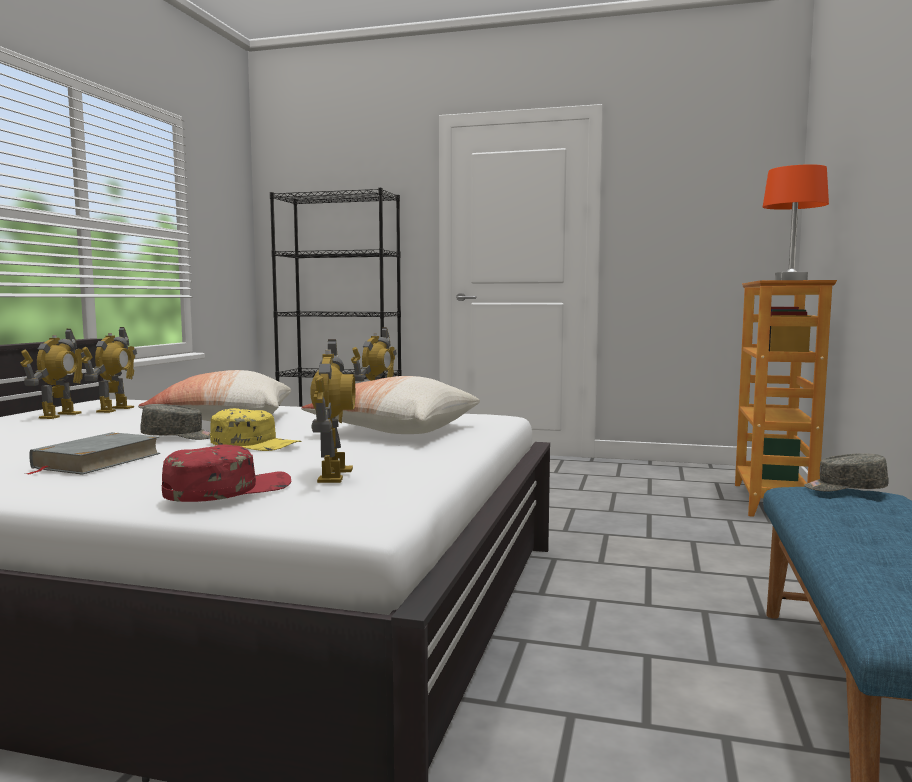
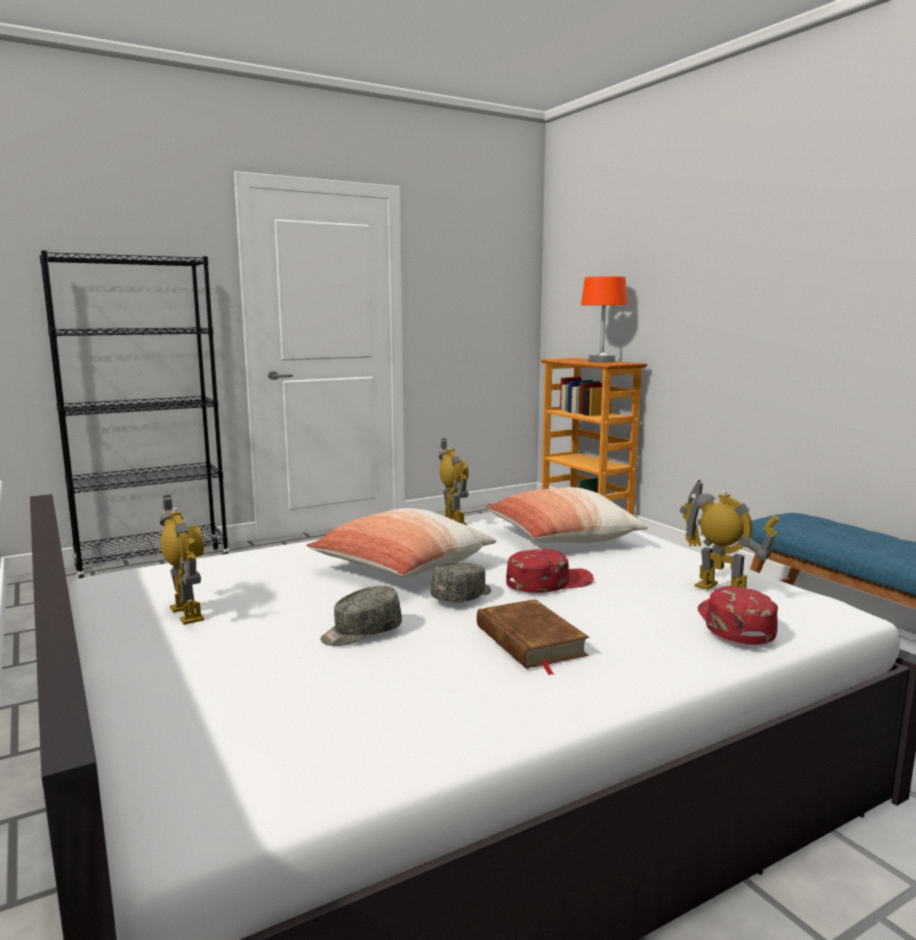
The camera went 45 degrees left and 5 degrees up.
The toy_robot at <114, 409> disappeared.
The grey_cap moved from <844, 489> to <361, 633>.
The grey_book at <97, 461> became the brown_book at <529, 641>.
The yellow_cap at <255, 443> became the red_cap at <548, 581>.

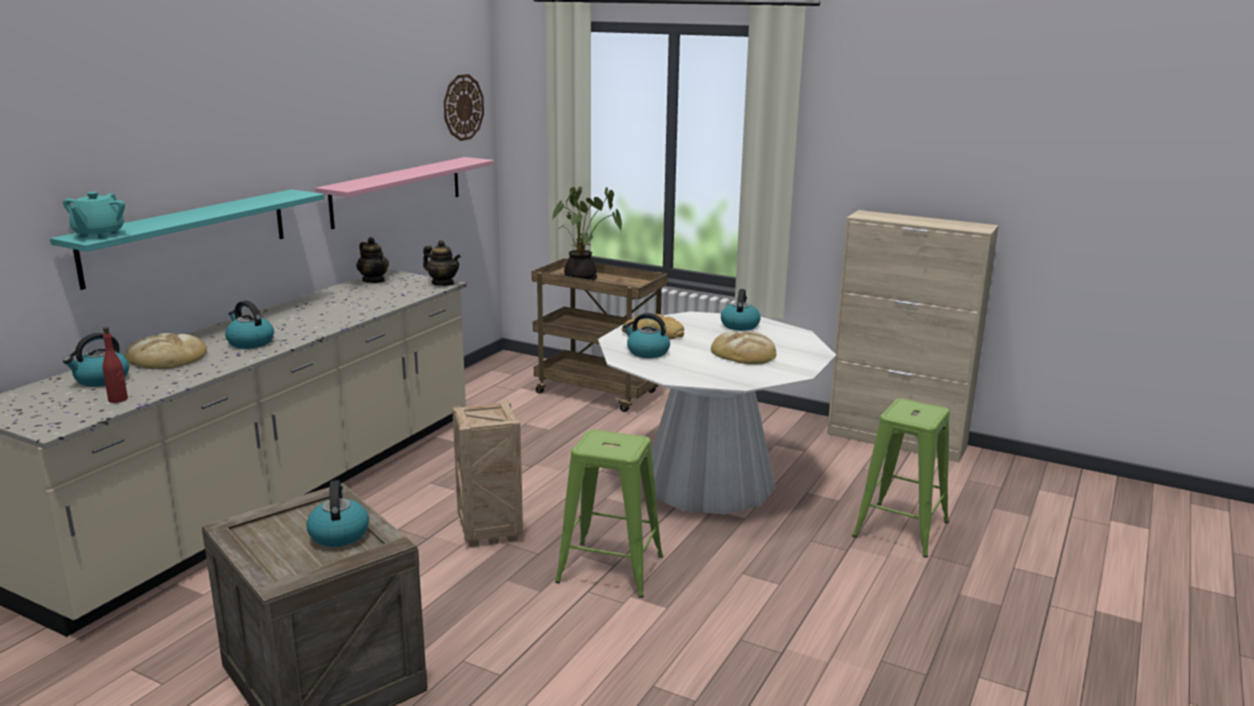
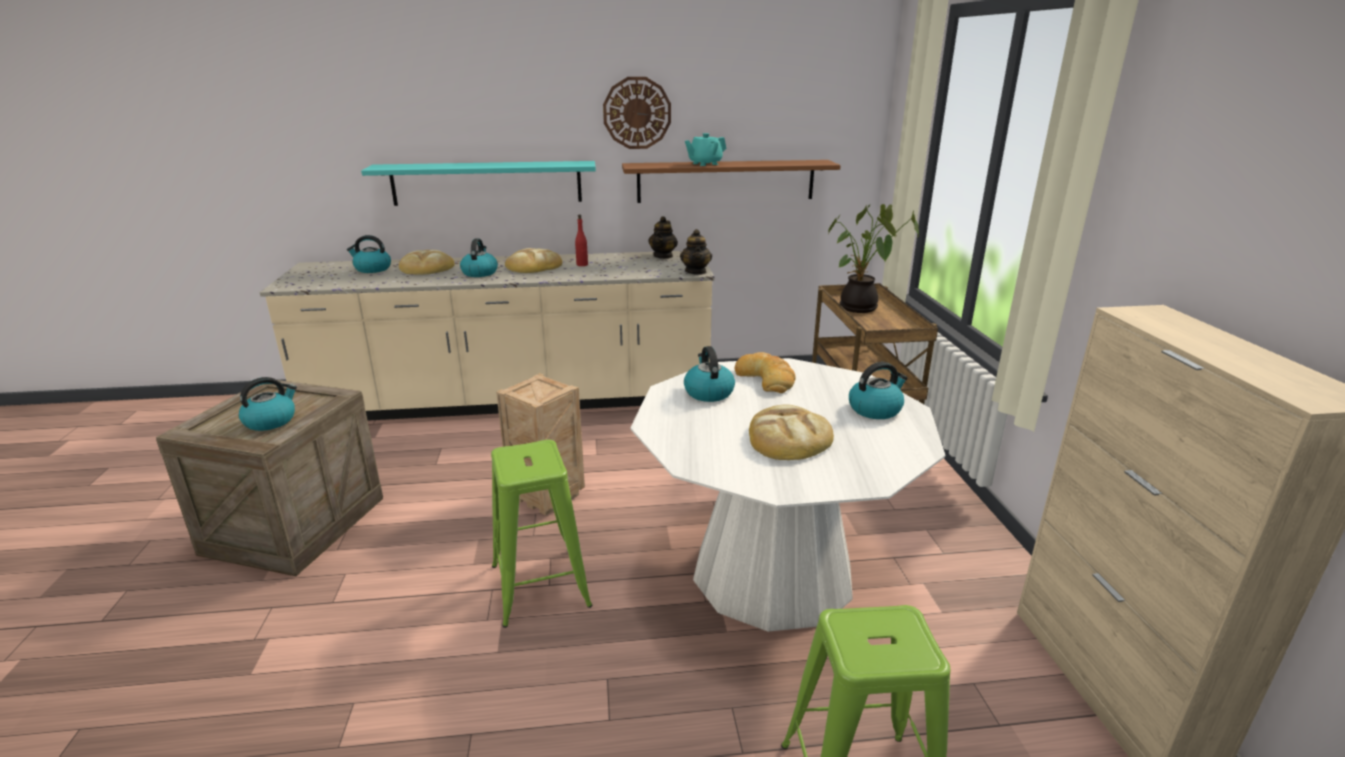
The camera went 55 degrees right and 5 degrees up.
The bread at <533, 266> appeared.
The turquoise_teapot moved from <99, 234> to <705, 164>.
The red_bottle moved from <118, 399> to <582, 264>.
The wall_clock moved from <463, 107> to <637, 113>.
The pink_shelf at <397, 191> became the brown_shelf at <726, 181>.

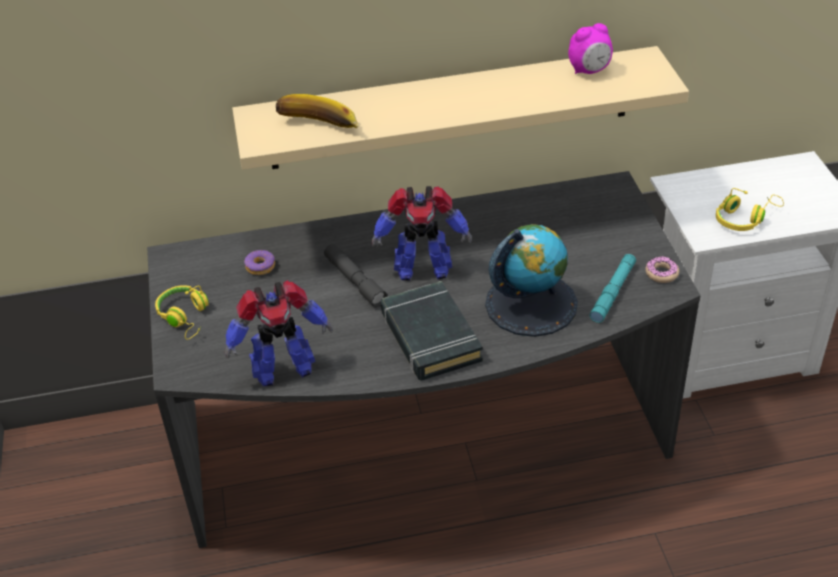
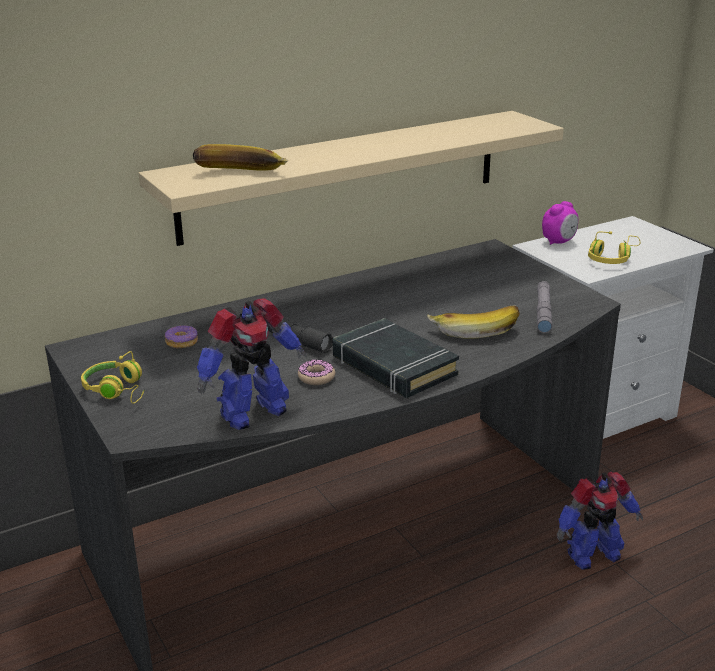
The camera went 20 degrees left and 15 degrees down.
The toy_robot moved from <422, 268> to <592, 555>.
The alarm_clock moved from <589, 71> to <559, 242>.
The donut moved from <661, 273> to <316, 377>.
The globe at <531, 303> was replaced by the banana at <474, 329>.
The turquoise_flashlight at <613, 292> became the grey_flashlight at <543, 312>.

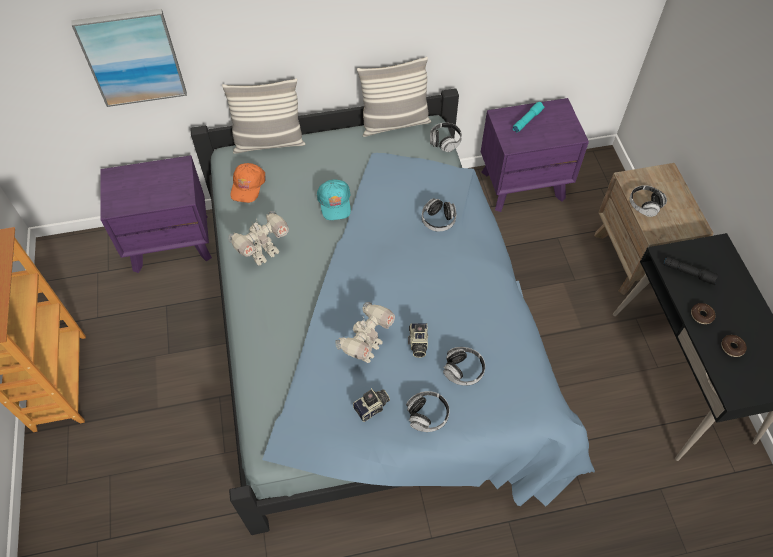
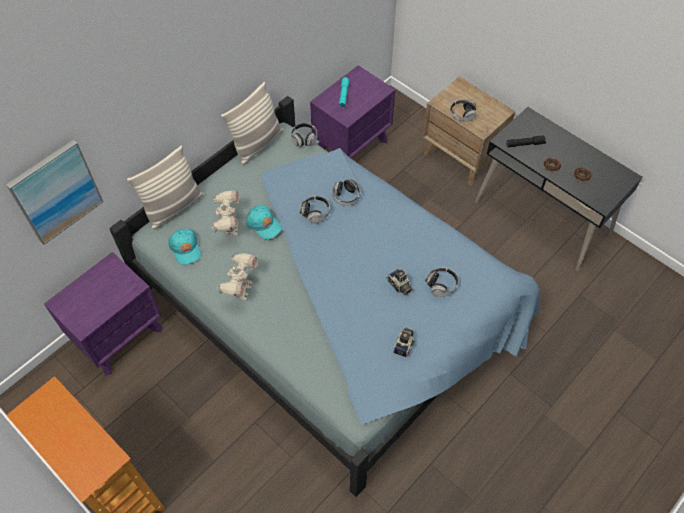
The camera went 35 degrees left and 0 degrees up.
The toy_robot moved from <366, 348> to <229, 227>.
The headphones moved from <427, 415> to <315, 213>.
The orange_cap at <247, 186> became the turquoise_cap at <185, 248>.

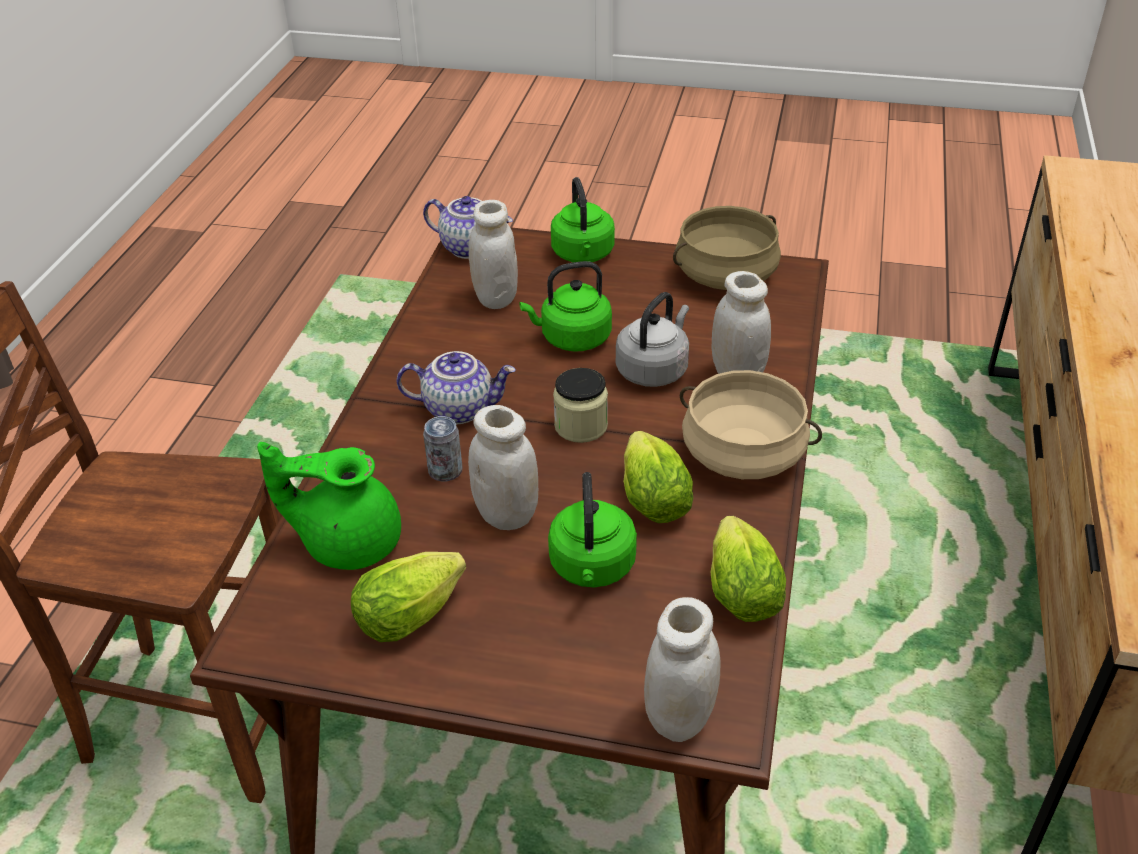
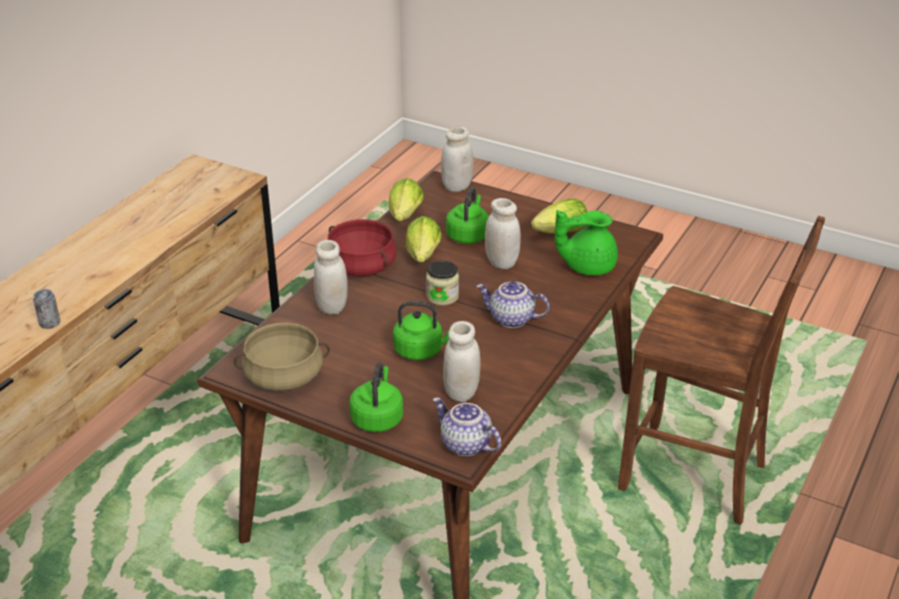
The camera went 165 degrees left and 5 degrees down.
The grey_kettle at <654, 369> disappeared.
The can moved from <445, 471> to <50, 323>.
The beige_cooking_pot at <744, 454> became the red_cooking_pot at <361, 267>.
The green_teapot at <348, 541> turned 150 degrees clockwise.

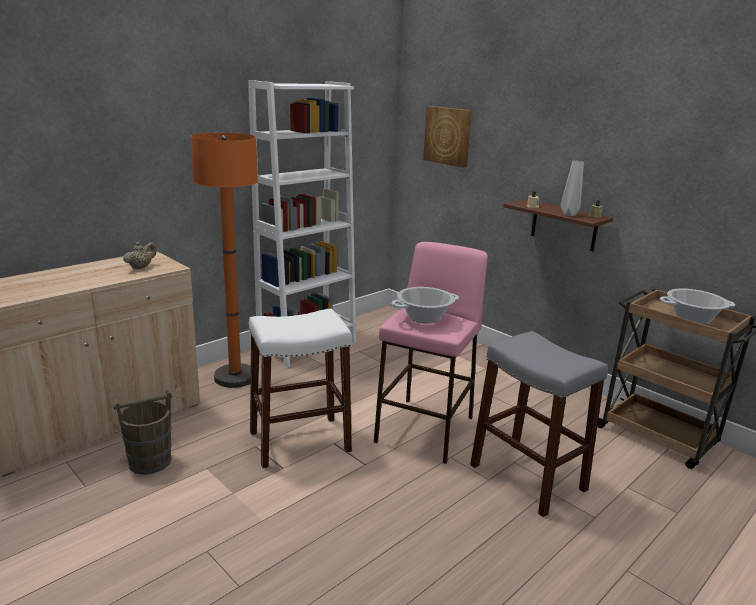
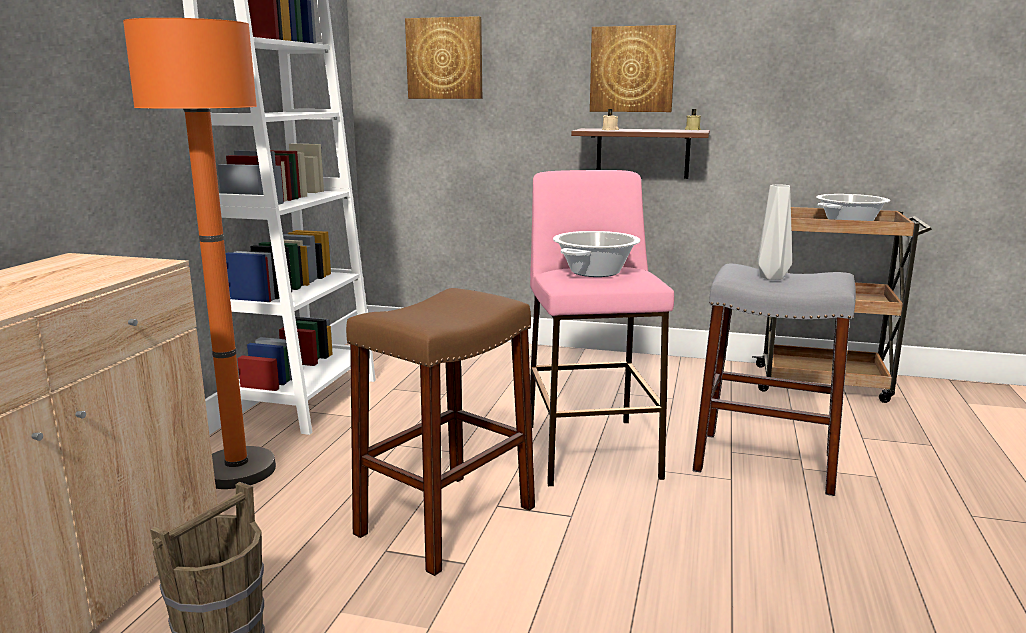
The camera went 30 degrees left and 5 degrees down.
The beige_teapot at <141, 267> disappeared.
The picture at <632, 69> appeared.
The grey_vase moved from <568, 214> to <770, 277>.
The white_stool at <300, 441> became the brown_stool at <447, 520>.

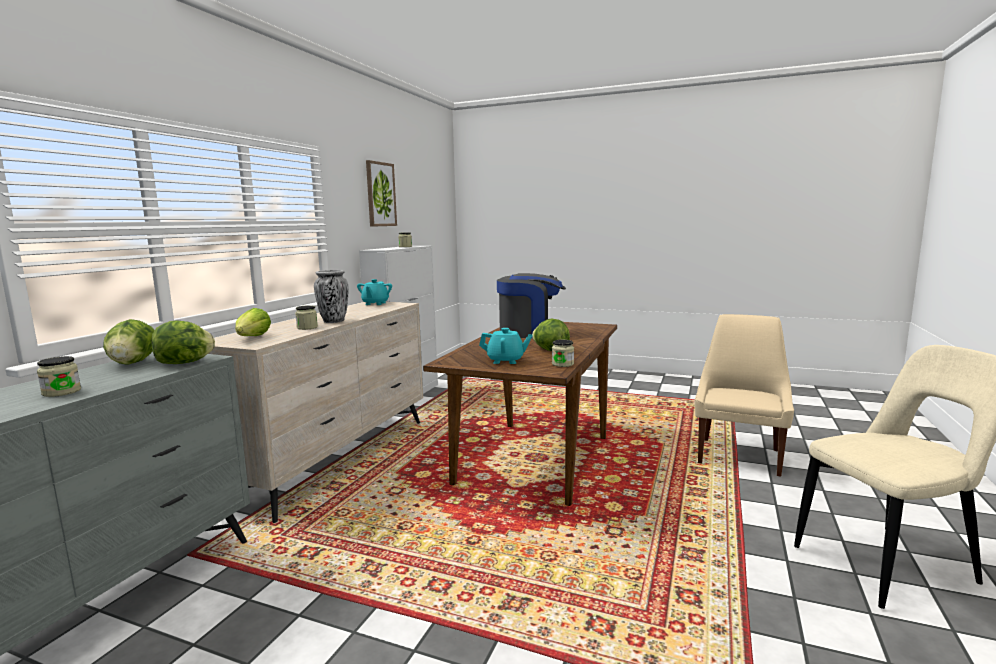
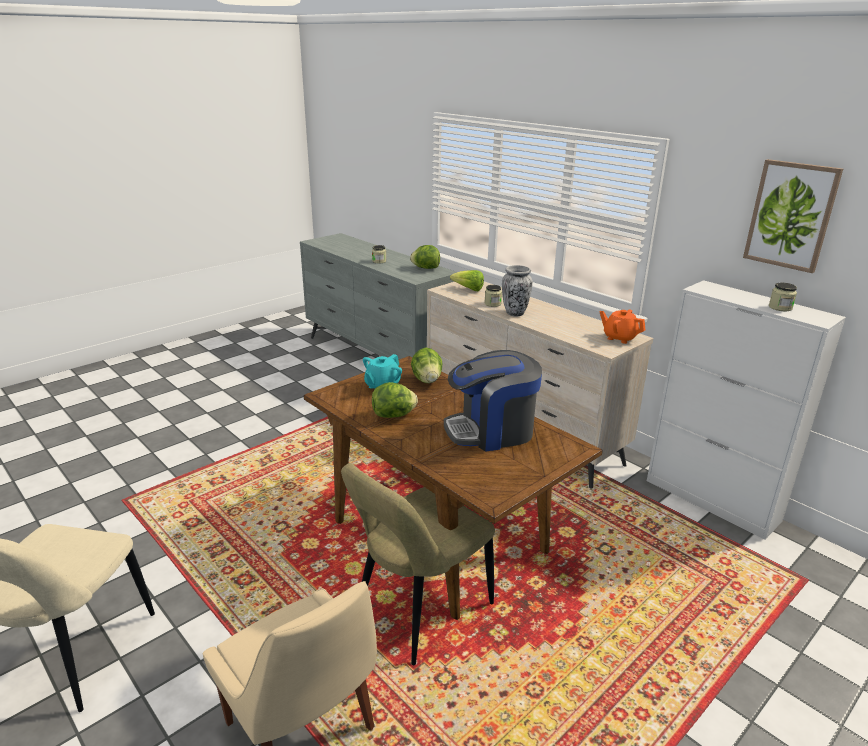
The camera went 115 degrees right and 15 degrees up.
The jar at <562, 364> disappeared.
The beige_chair at <418, 612> appeared.
The lettuce moved from <185, 363> to <427, 380>.
The turquoise_teapot at <375, 303> became the orange_teapot at <619, 338>.
The coffee_machine at <530, 333> turned 45 degrees clockwise.

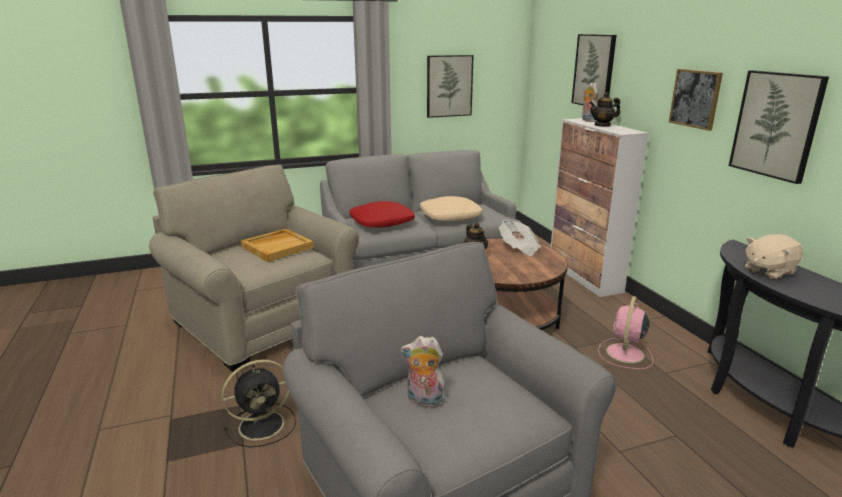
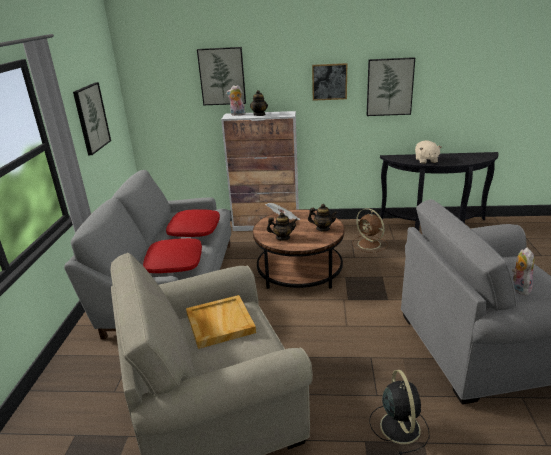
The camera went 65 degrees left and 5 degrees up.
The teapot at <323, 229> appeared.
The beige_pillow at <450, 216> became the red_pillow at <194, 229>.
The pink_fan at <624, 354> became the brown_fan at <370, 244>.
The plush_toy at <424, 401> turned 150 degrees clockwise.

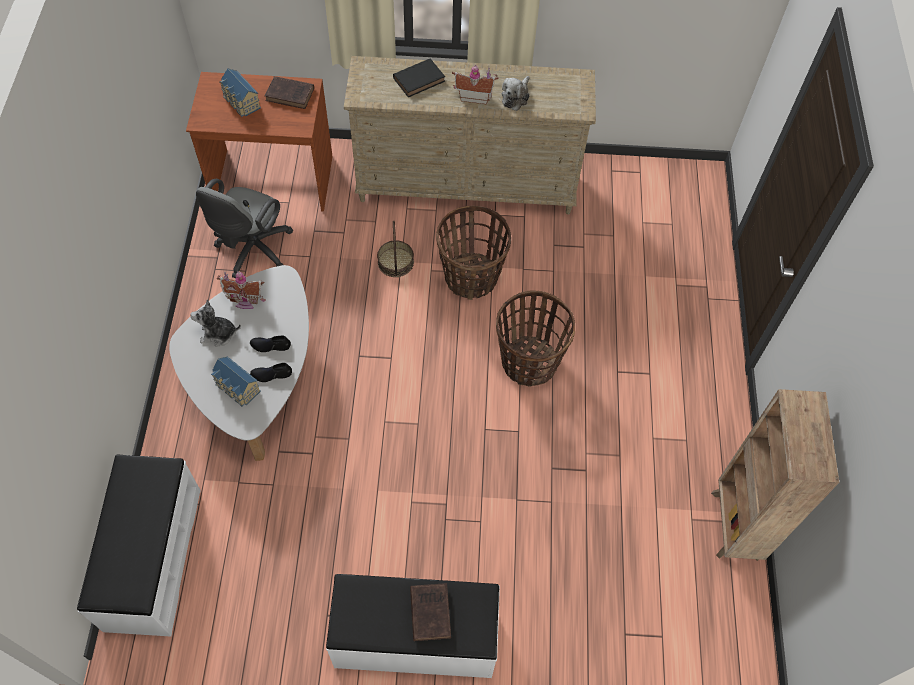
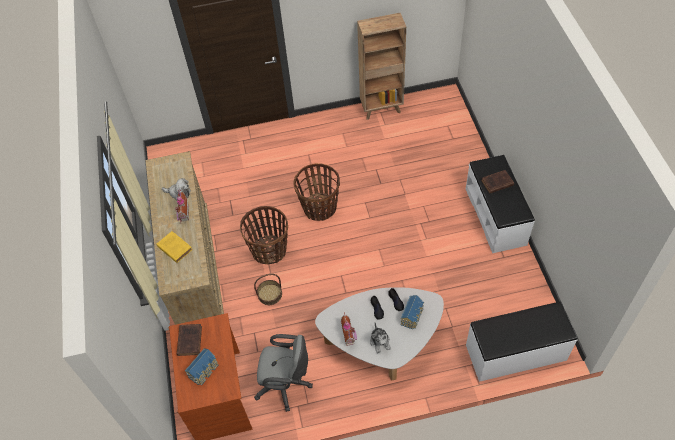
The camera went 100 degrees left and 5 degrees down.
The black_book at <420, 79> became the yellow_book at <174, 247>.

